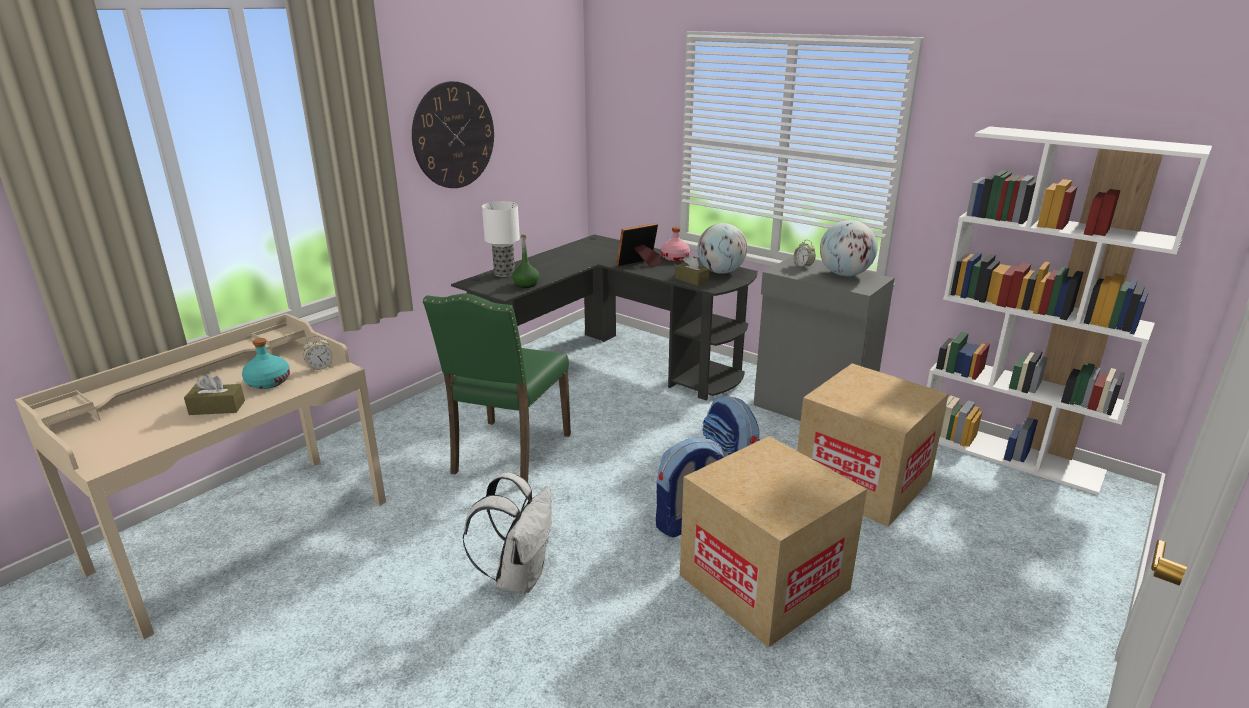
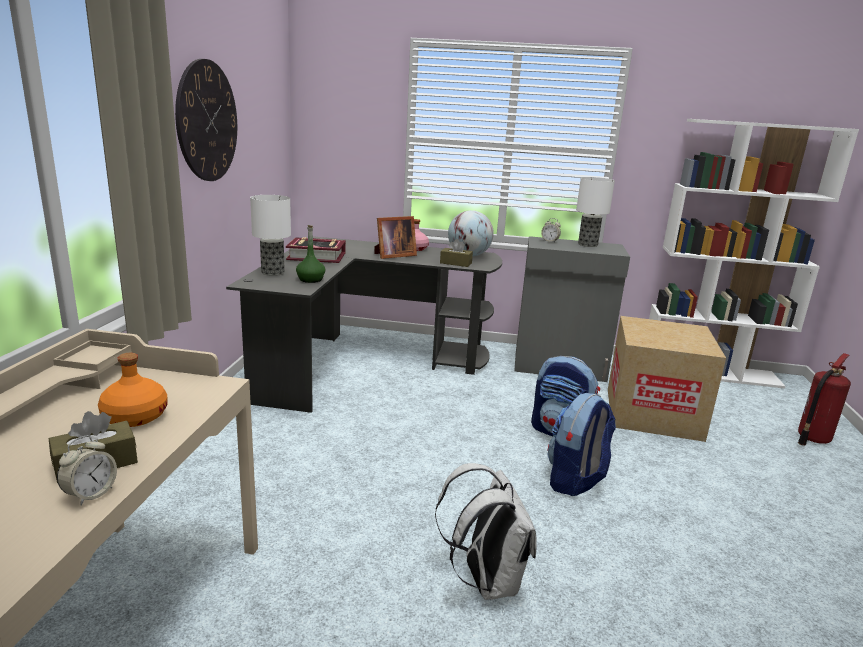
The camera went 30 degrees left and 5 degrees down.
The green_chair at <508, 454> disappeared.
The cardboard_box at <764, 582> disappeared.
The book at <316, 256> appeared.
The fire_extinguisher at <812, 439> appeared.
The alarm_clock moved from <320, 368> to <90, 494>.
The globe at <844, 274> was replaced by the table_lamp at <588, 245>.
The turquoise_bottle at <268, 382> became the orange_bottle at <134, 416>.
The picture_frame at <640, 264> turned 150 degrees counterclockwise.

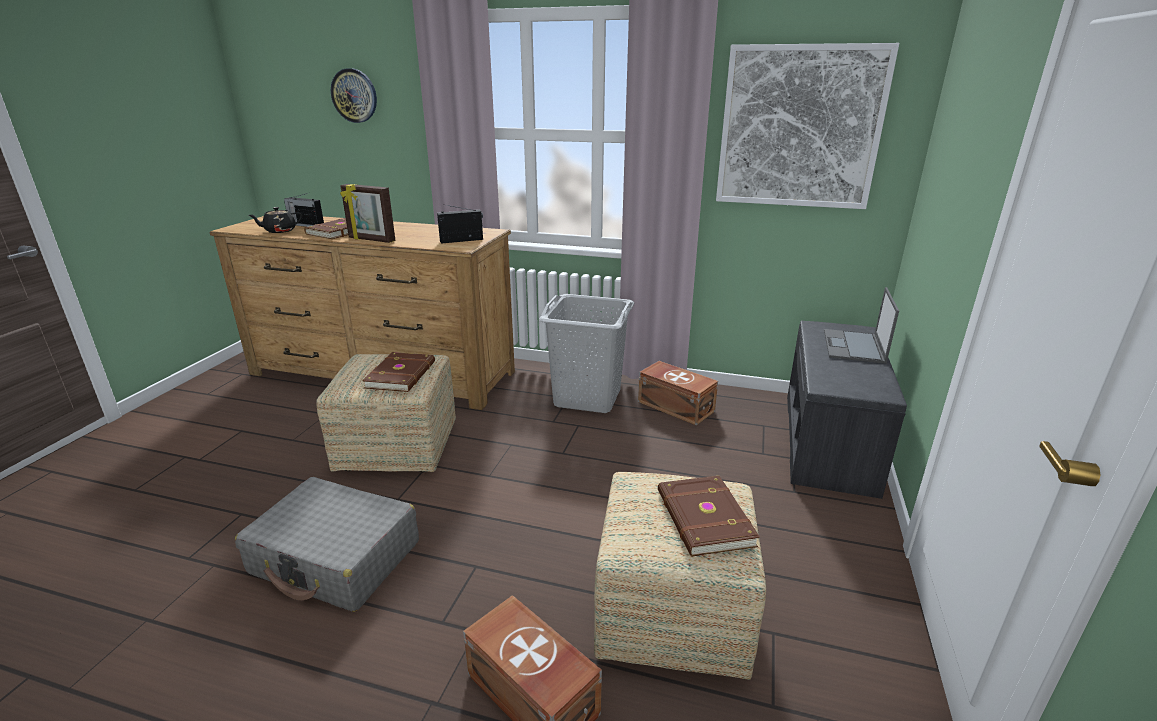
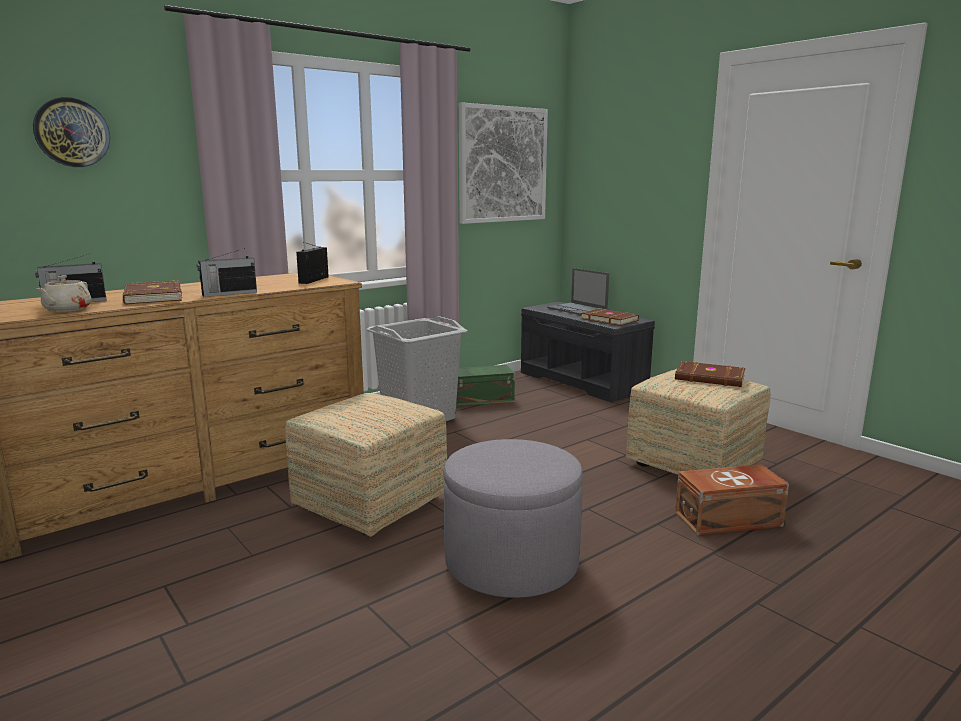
The camera went 55 degrees left and 10 degrees down.
The brown_book moved from <402, 375> to <609, 319>.
The grey_suitcase at <336, 558> was replaced by the grey_ottoman at <511, 562>.
The picture_frame at <371, 240> was replaced by the radio at <228, 294>.
The black_teapot at <279, 231> became the beige_teapot at <67, 310>.
The brown_storage_box at <675, 406> became the green_storage_box at <480, 399>.

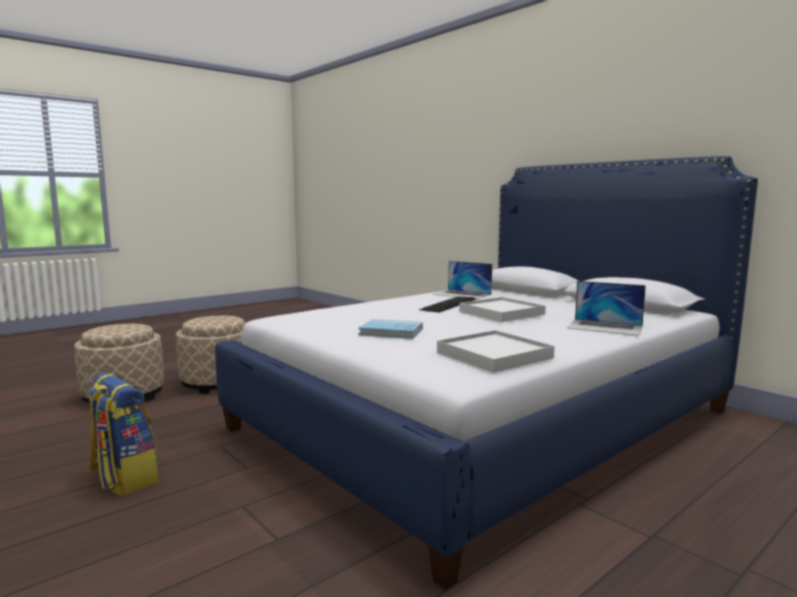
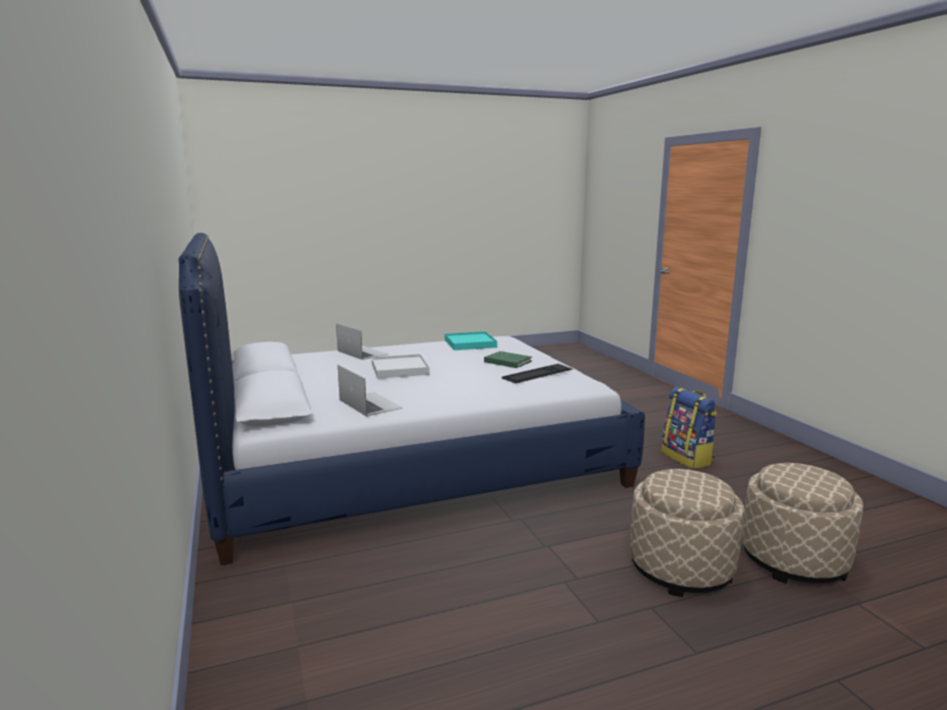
The camera went 160 degrees left and 5 degrees up.
The keyboard moved from <449, 304> to <538, 373>.
The blue_book at <391, 332> became the green_book at <507, 361>.
The white_tray at <493, 355> became the turquoise_tray at <470, 343>.

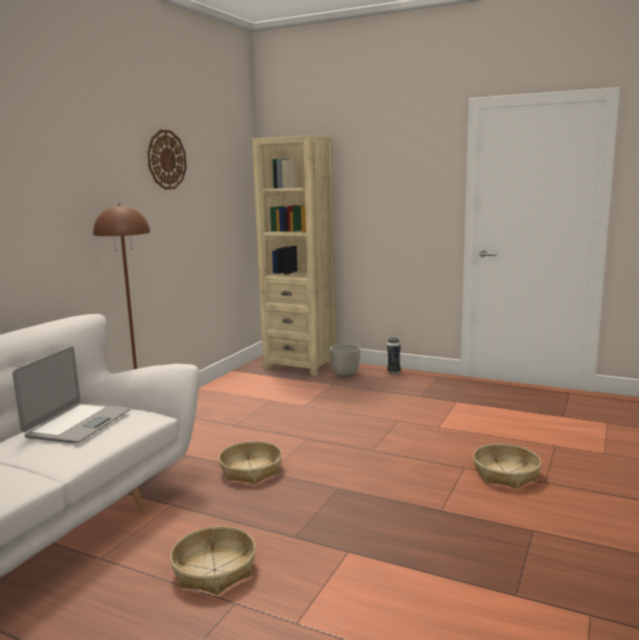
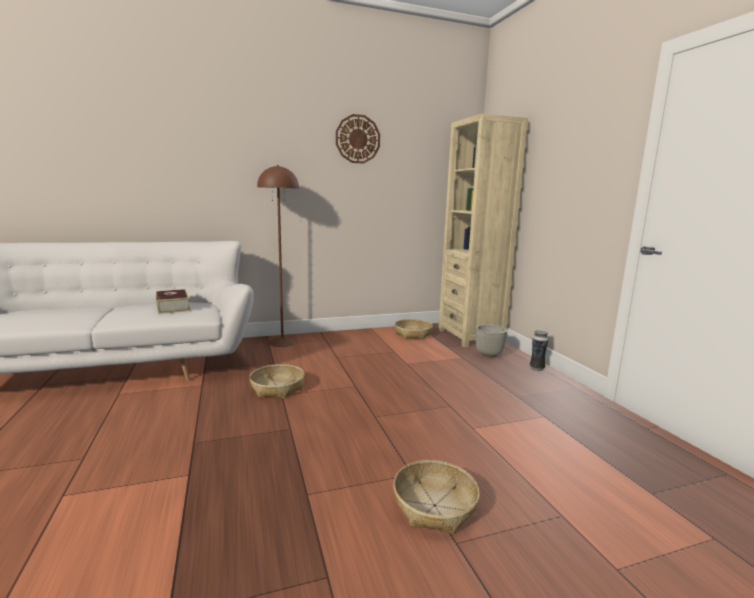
The camera went 45 degrees right and 0 degrees up.
The basket moved from <215, 570> to <413, 334>.
The laptop at <78, 424> was replaced by the book at <173, 307>.

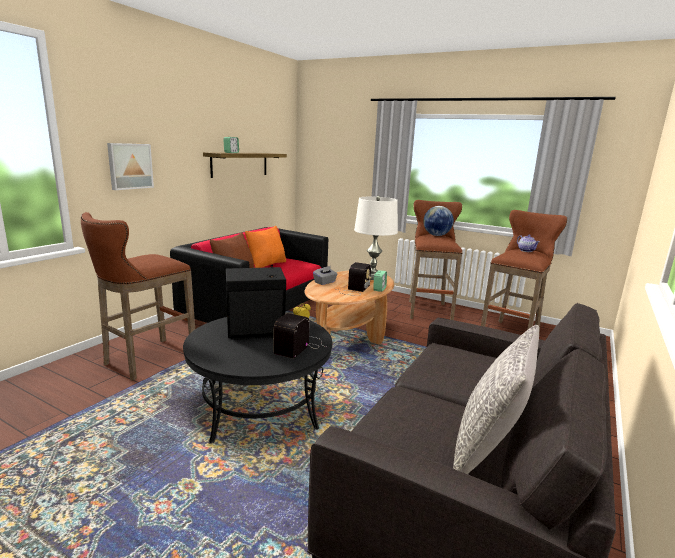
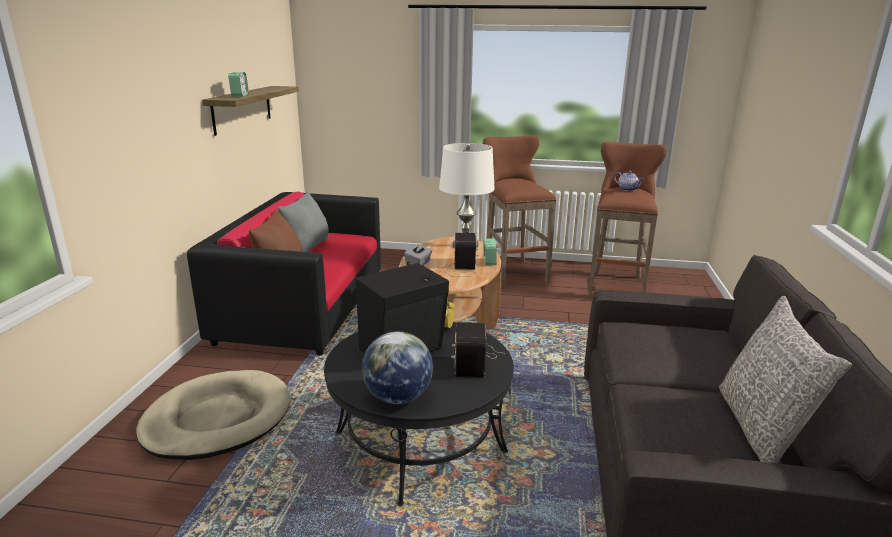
The camera went 20 degrees left and 5 degrees up.
The picture at <129, 166> disappeared.
The globe moved from <436, 235> to <397, 397>.
The brown_stool at <146, 360> was replaced by the beige_dog_bed at <217, 419>.
The orange_pillow at <267, 264> became the grey_pillow at <307, 247>.

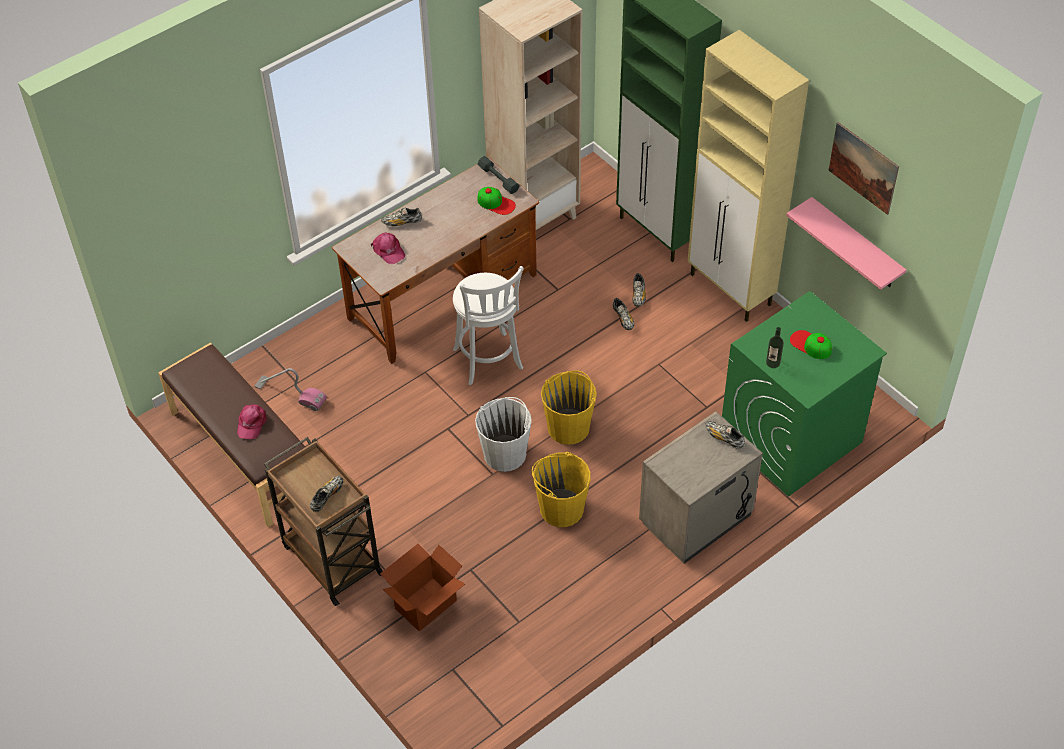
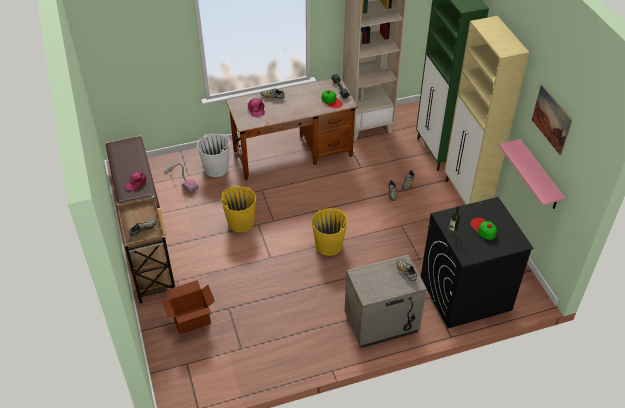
The camera went 20 degrees right and 5 degrees down.
The white_stool at <489, 362> disappeared.
The white_bucket moved from <505, 453> to <216, 168>.
The yellow_bucket moved from <561, 508> to <240, 222>.
The green_washing_machine at <790, 439> became the black_washing_machine at <465, 294>.

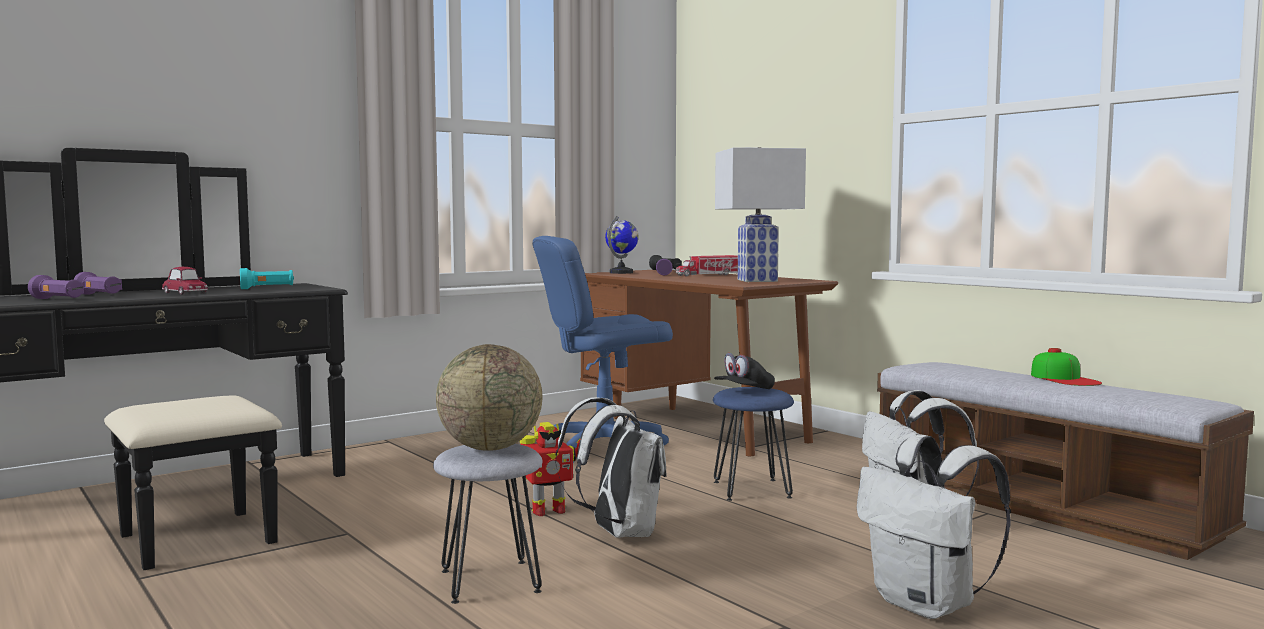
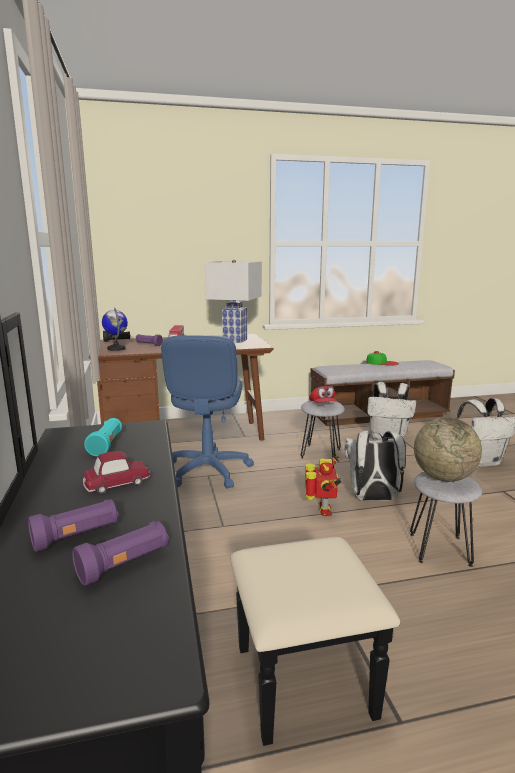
The camera went 65 degrees left and 10 degrees up.
The blue_stool at <752, 489> became the grey_stool at <321, 453>.
The black_cap at <744, 391> became the red_cap at <322, 405>.

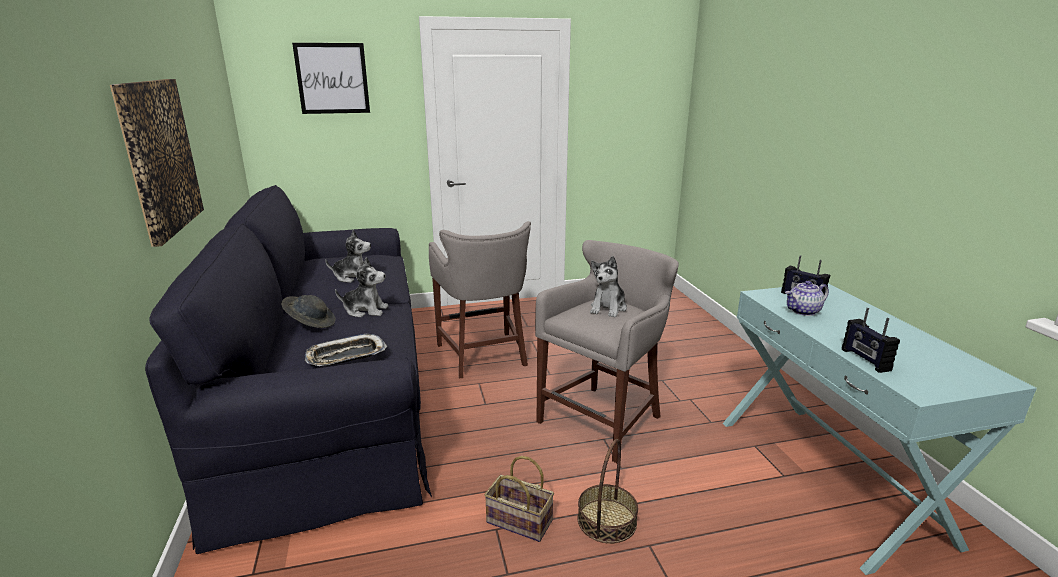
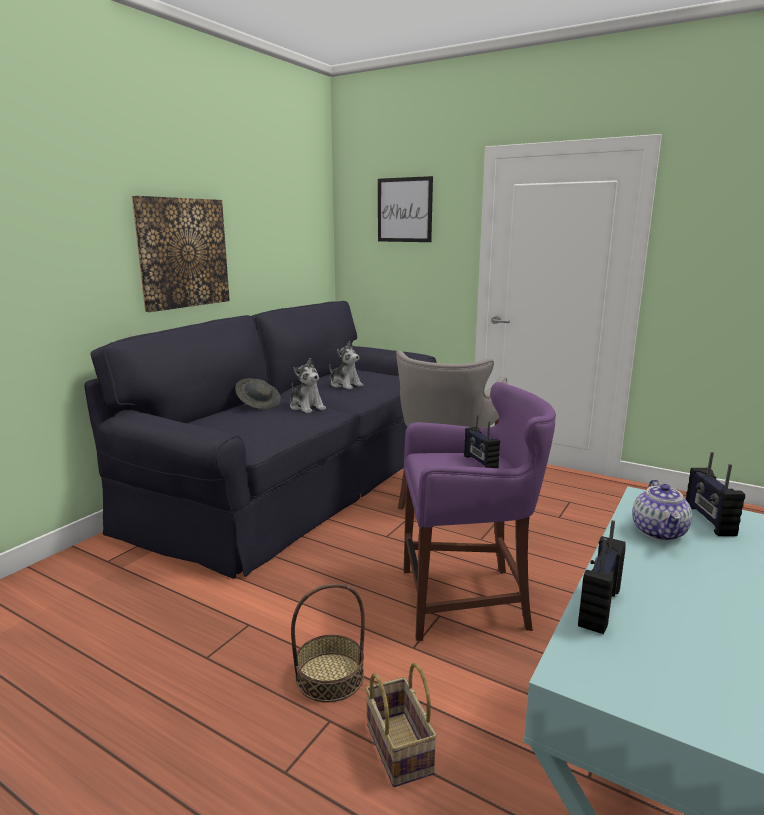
The camera went 45 degrees right and 5 degrees down.
The tray at <346, 356> disappeared.
The basket moved from <517, 522> to <396, 747>.
The plush_toy at <608, 308> was replaced by the radio at <480, 463>.
The grey_stool at <603, 419> became the purple_stool at <468, 600>.
The teapot at <803, 311> turned 105 degrees counterclockwise.

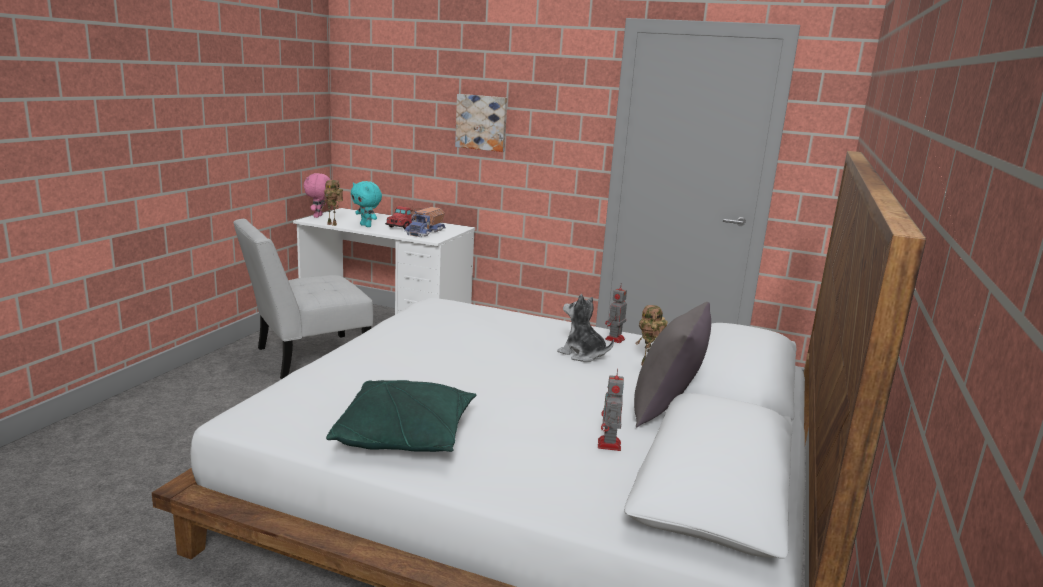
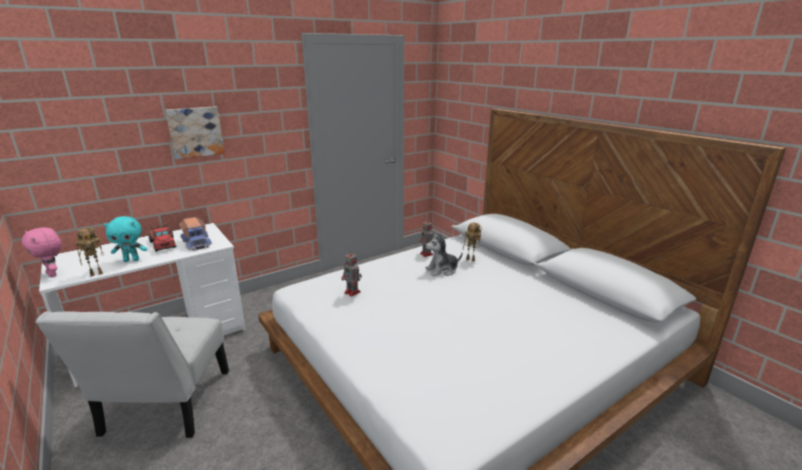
The camera went 55 degrees left and 5 degrees up.
The green_pillow at <405, 436> disappeared.
The grey_pillow at <666, 409> disappeared.
The toy_robot moved from <609, 445> to <353, 292>.

